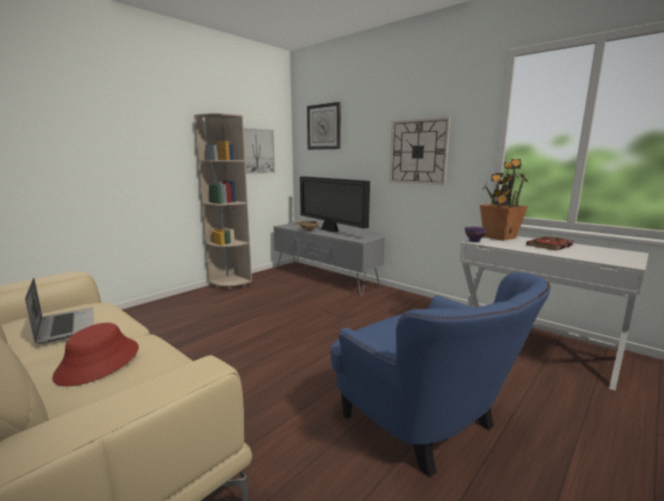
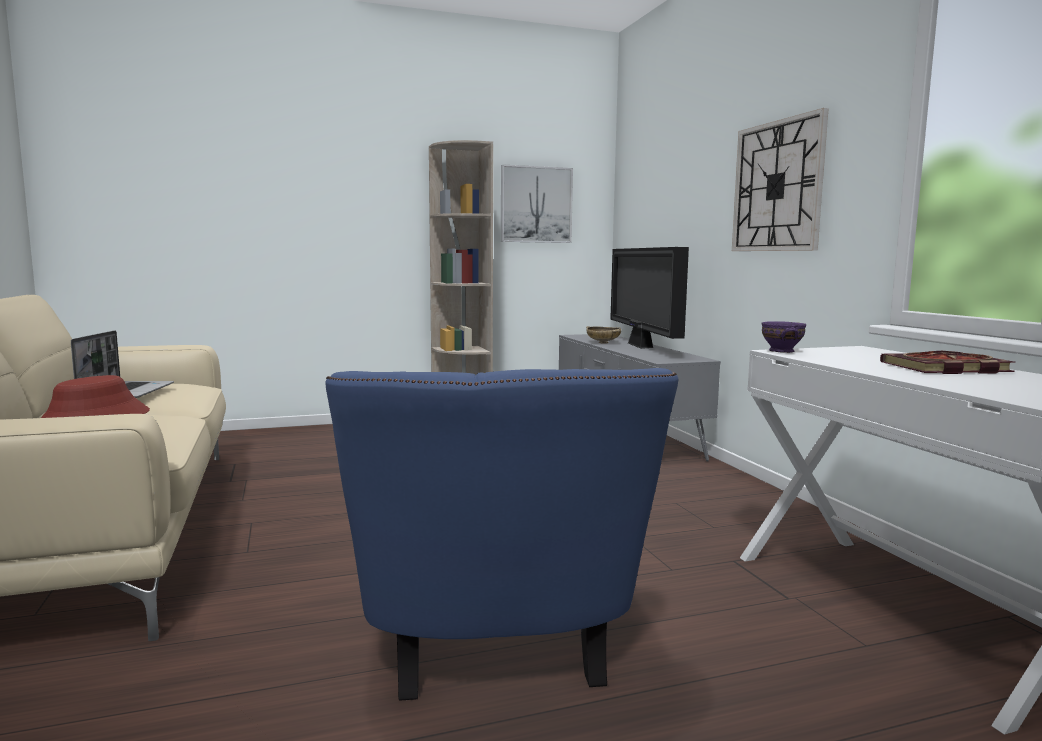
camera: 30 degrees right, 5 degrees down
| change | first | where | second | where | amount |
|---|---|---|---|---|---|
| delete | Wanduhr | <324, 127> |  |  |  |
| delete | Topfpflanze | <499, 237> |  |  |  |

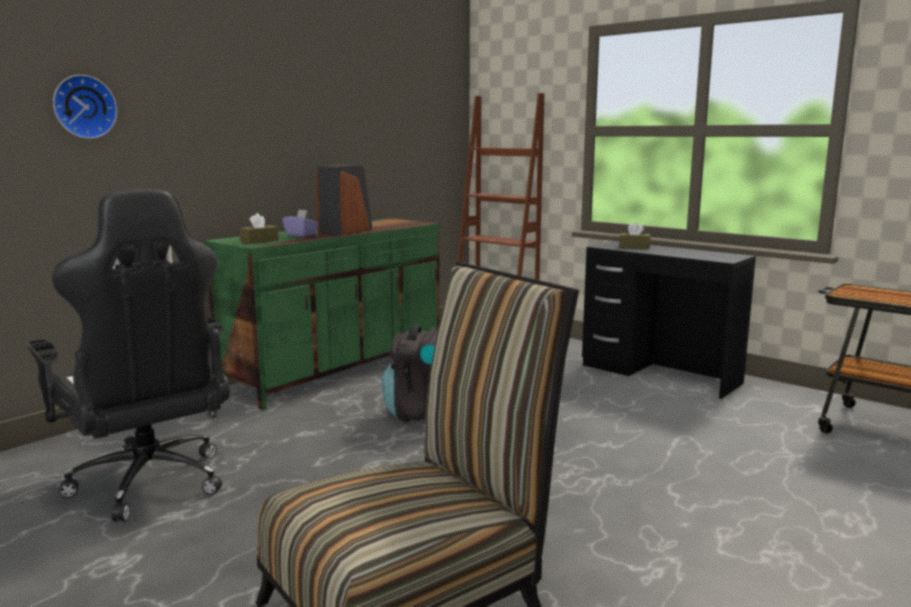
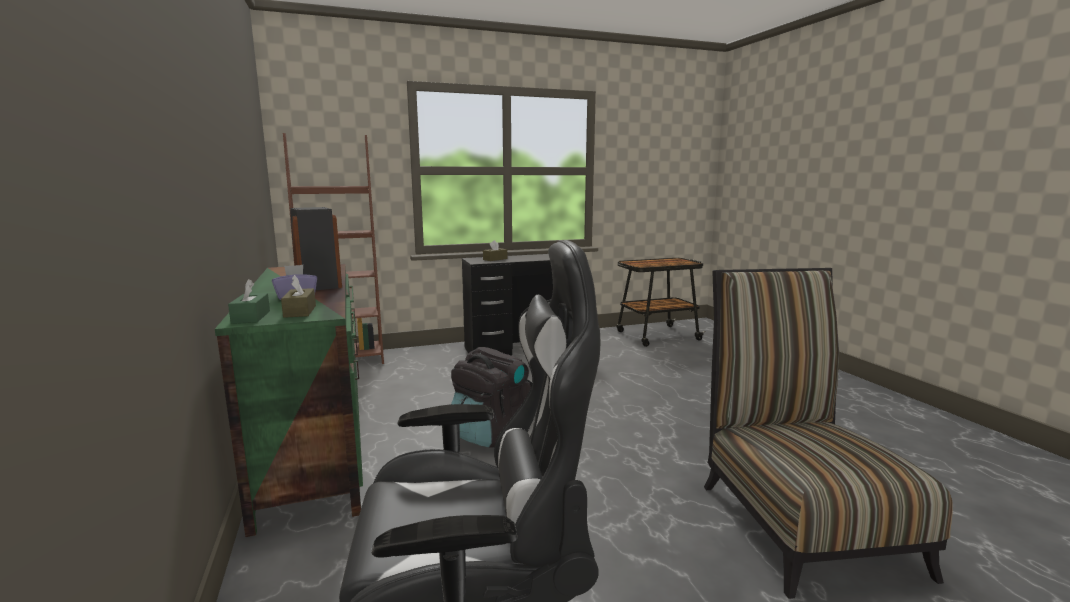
camera: 60 degrees left, 0 degrees up
| change | first | where | second | where | amount |
|---|---|---|---|---|---|
| delete | Wanduhr | <83, 107> |  |  |  |
| insert |  |  | Taschentuchbox (grün) | <251, 317> |  |

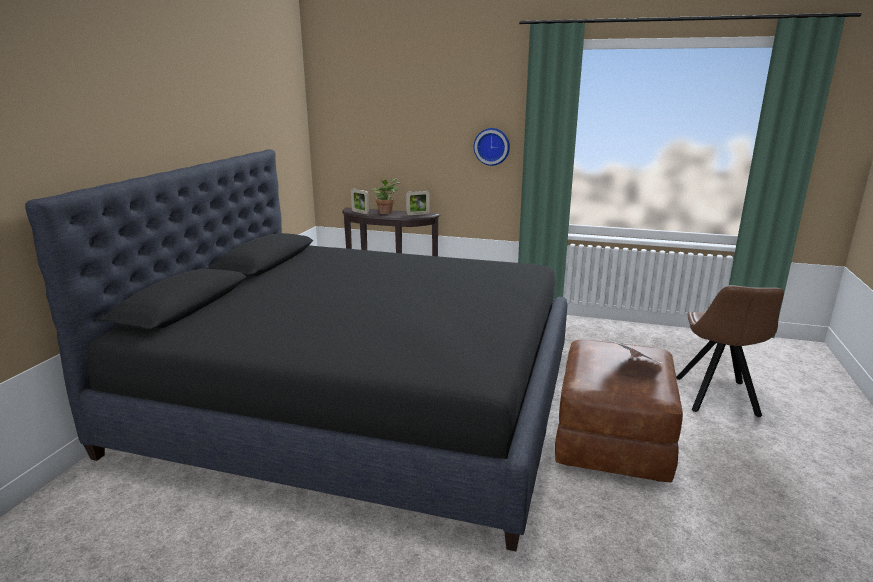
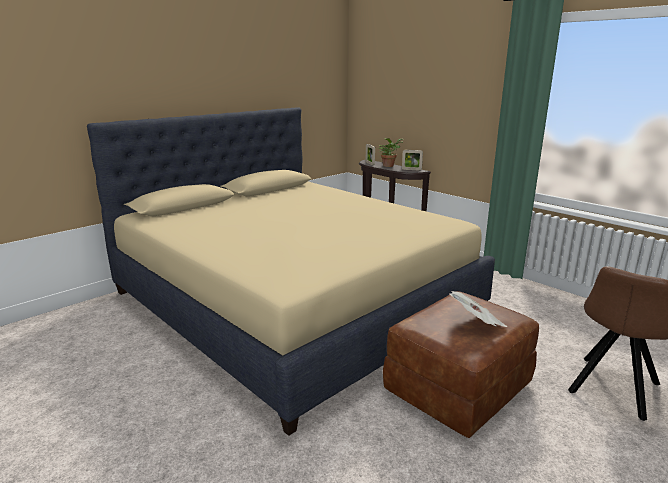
camera: 30 degrees right, 0 degrees up
| change | first | where | second | where | amount |
|---|---|---|---|---|---|
| delete | Wanduhr | <492, 146> |  |  |  |
| recolor | Bett (schwarz) | <360, 399> | Bett (beige) | <294, 301> |  |

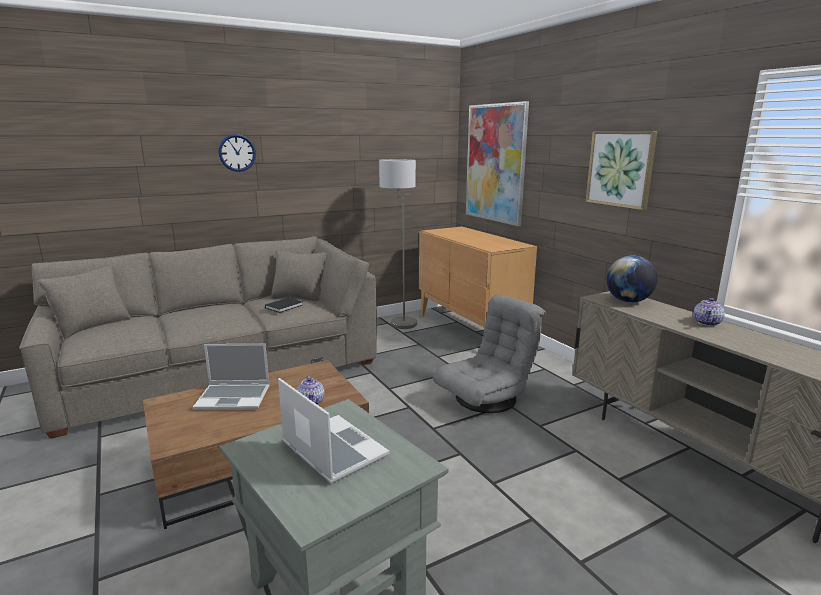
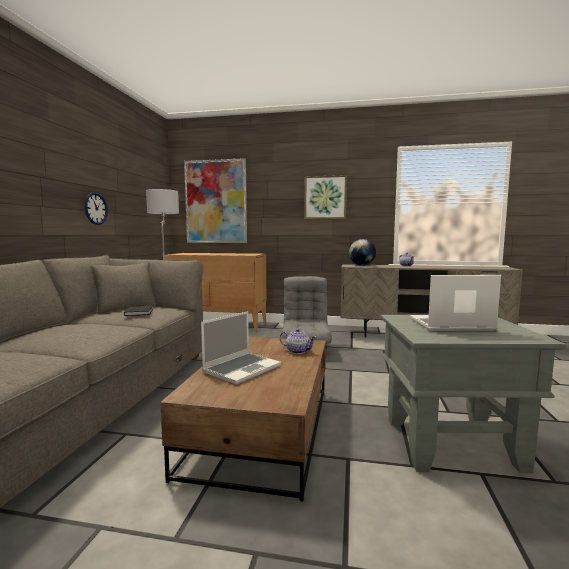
camera: 50 degrees left, 10 degrees down
| change | first | where | second | where | amount |
|---|---|---|---|---|---|
| move | Wanduhr | <237, 153> |  | <96, 208> |  |

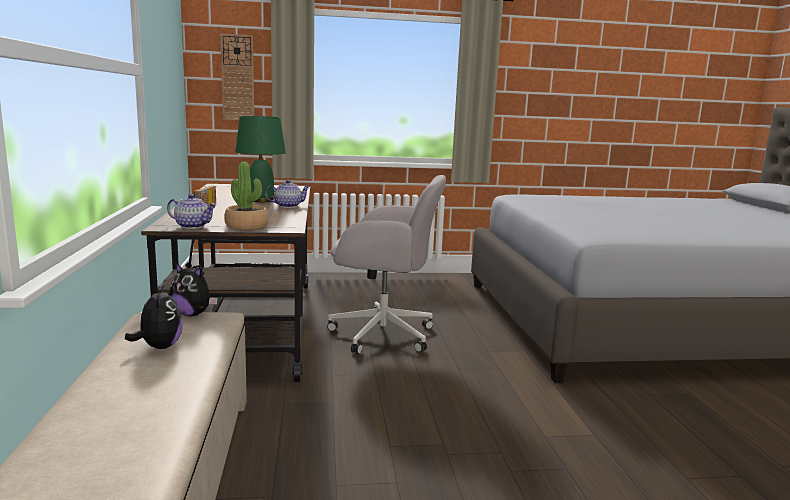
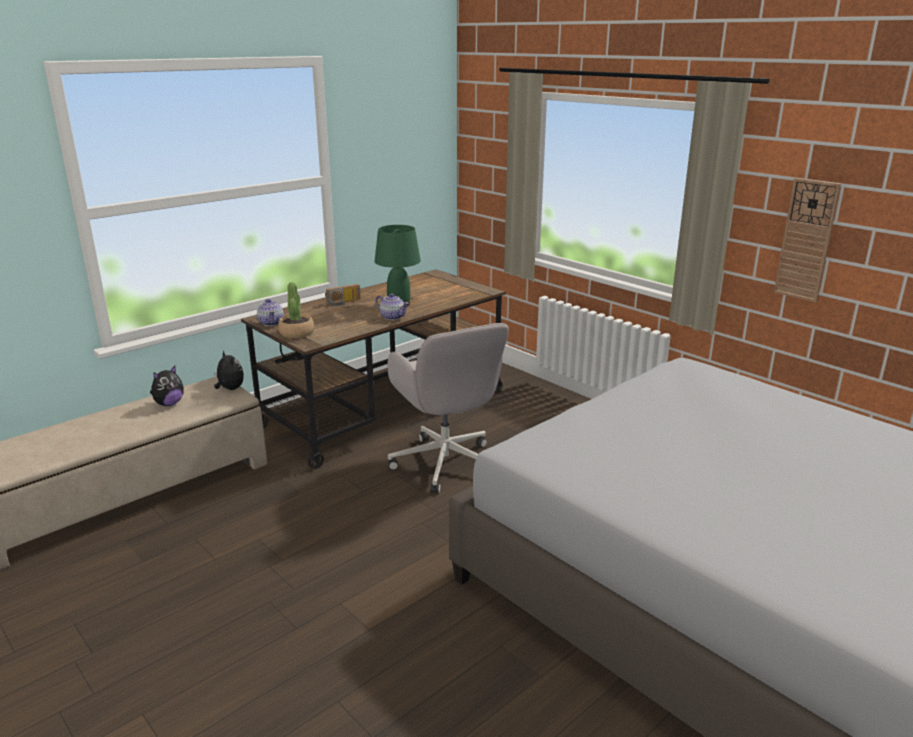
camera: 55 degrees right, 10 degrees up
| change | first | where | second | where | amount |
|---|---|---|---|---|---|
| move | Wanduhr | <237, 78> |  | <806, 240> |  |
| rotate | Plüschtier | <193, 314> |  | <230, 389> | 150 degrees clockwise |

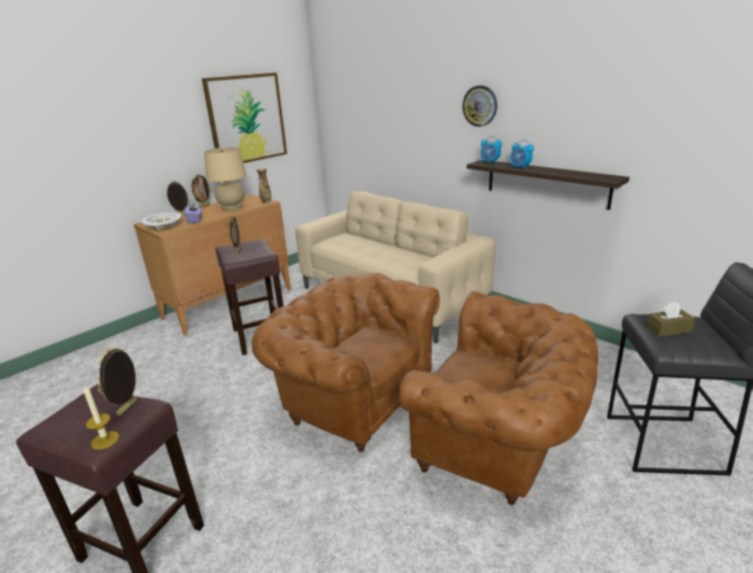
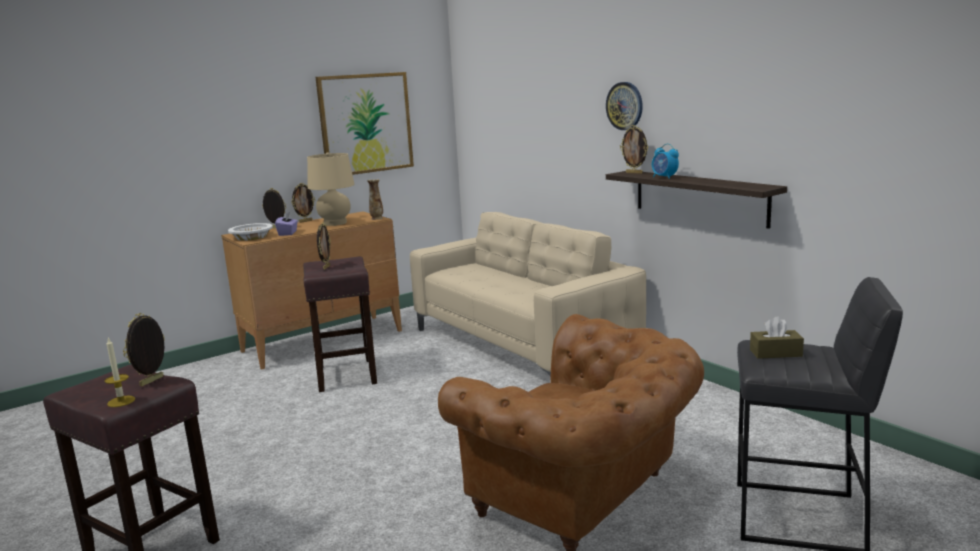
camera: 10 degrees right, 10 degrees down
| change | first | where | second | where | amount |
|---|---|---|---|---|---|
| replace | Wecker | <489, 163> | Bilderrahmen | <634, 173> |  |
| delete | Sessel (braun) | <352, 399> |  |  |  |

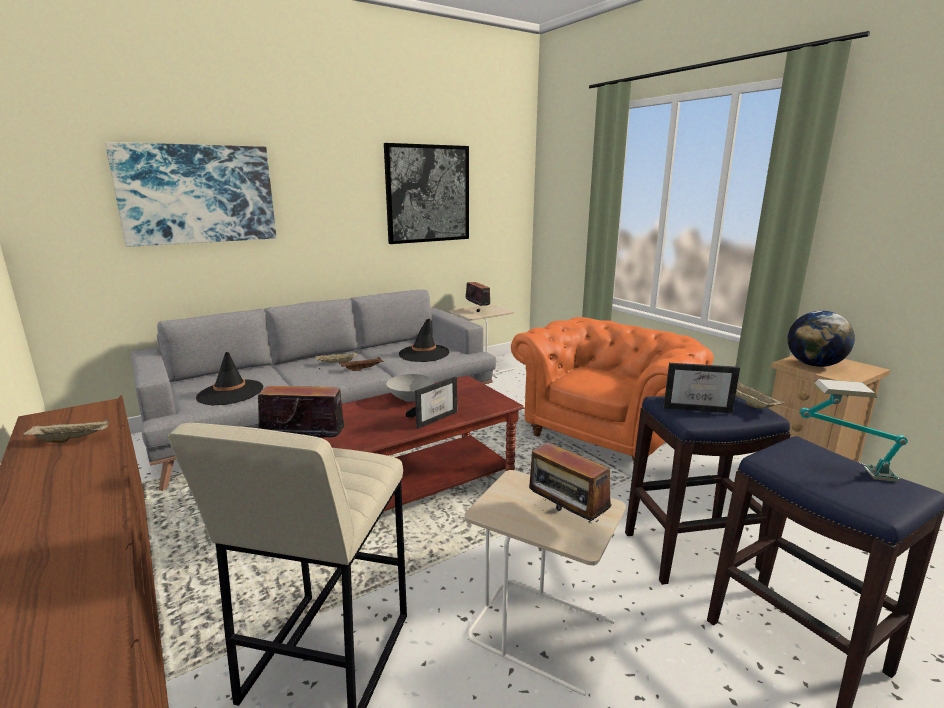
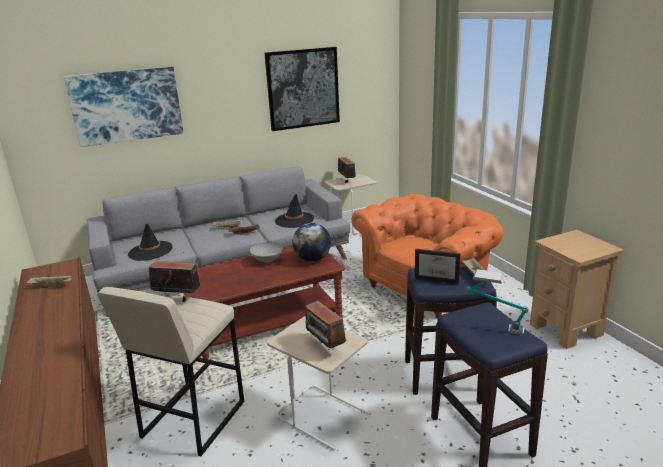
camera: 10 degrees right, 5 degrees up
| change | first | where | second | where | amount |
|---|---|---|---|---|---|
| move | Globus | <814, 365> |  | <313, 259> |  |
| delete | Bilderrahmen | <434, 418> |  |  |  |

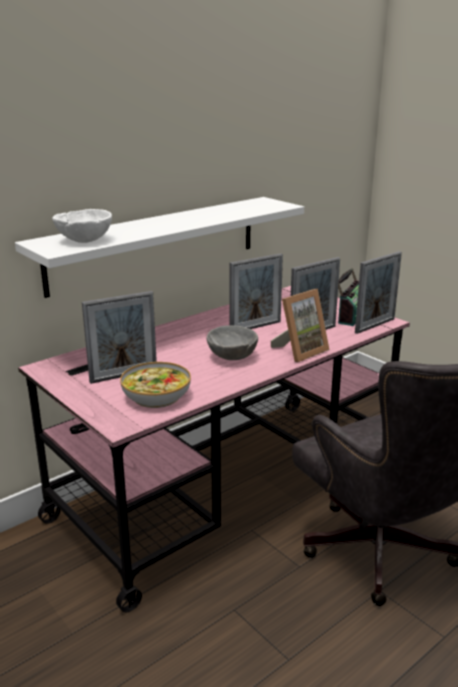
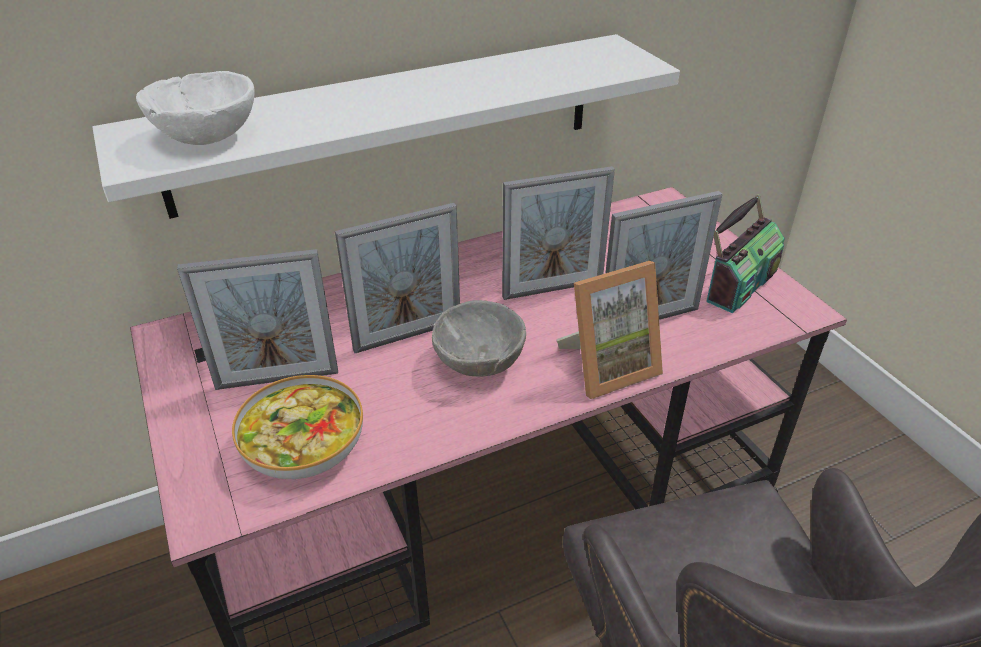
camera: 15 degrees right, 15 degrees up
| change | first | where | second | where | amount |
|---|---|---|---|---|---|
| move | Bilderrahmen | <375, 326> |  | <408, 335> |  |

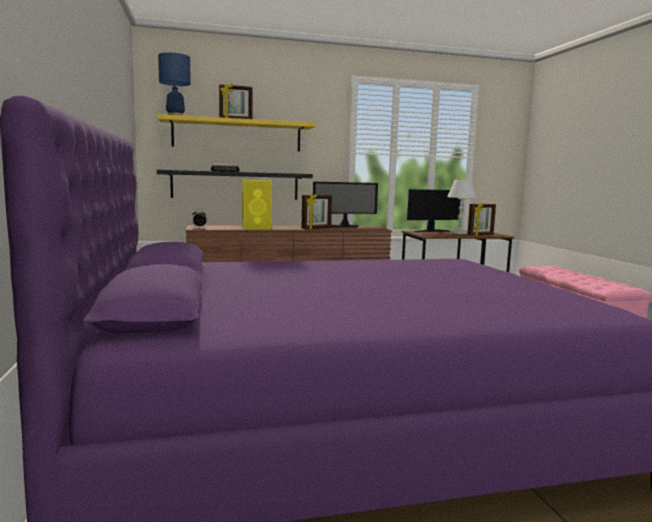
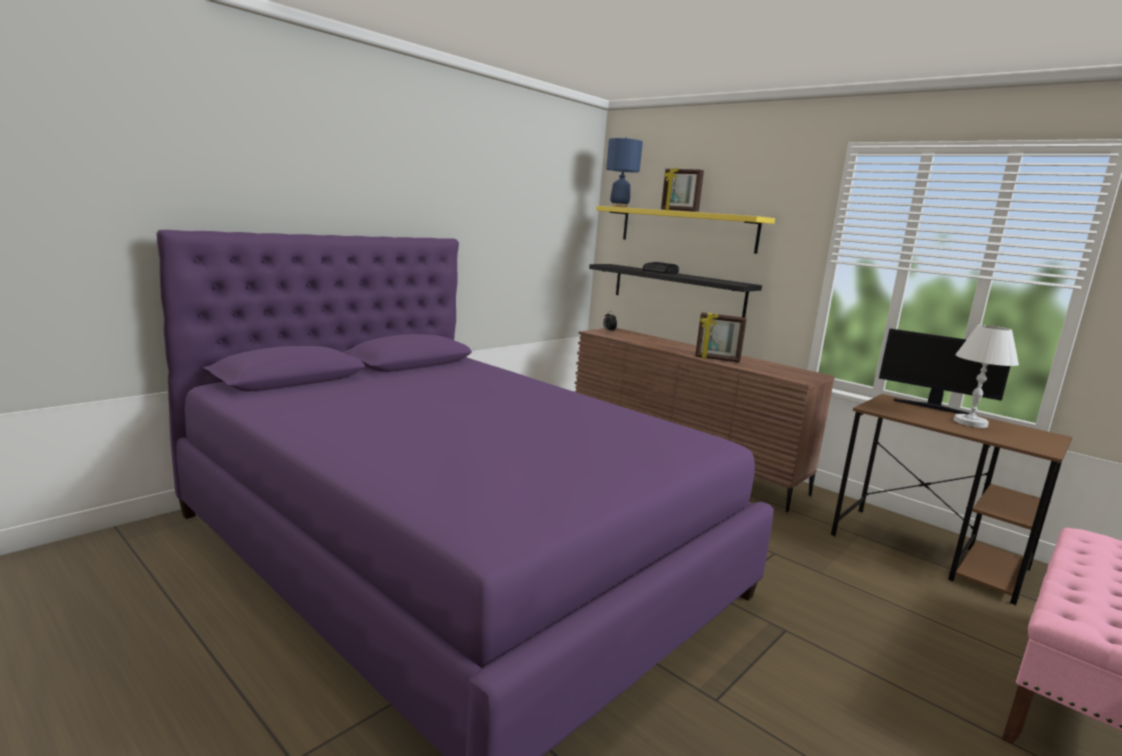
camera: 55 degrees right, 5 degrees up
| change | first | where | second | where | amount |
|---|---|---|---|---|---|
| delete | Lautsprecher (gelb) | <257, 228> |  |  |  |
| delete | Monitor | <344, 226> |  |  |  |
| delete | Bilderrahmen | <480, 235> |  |  |  |

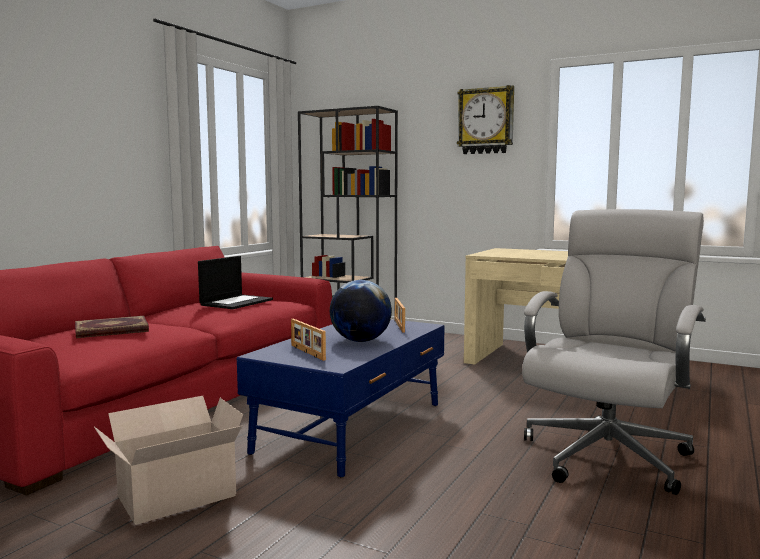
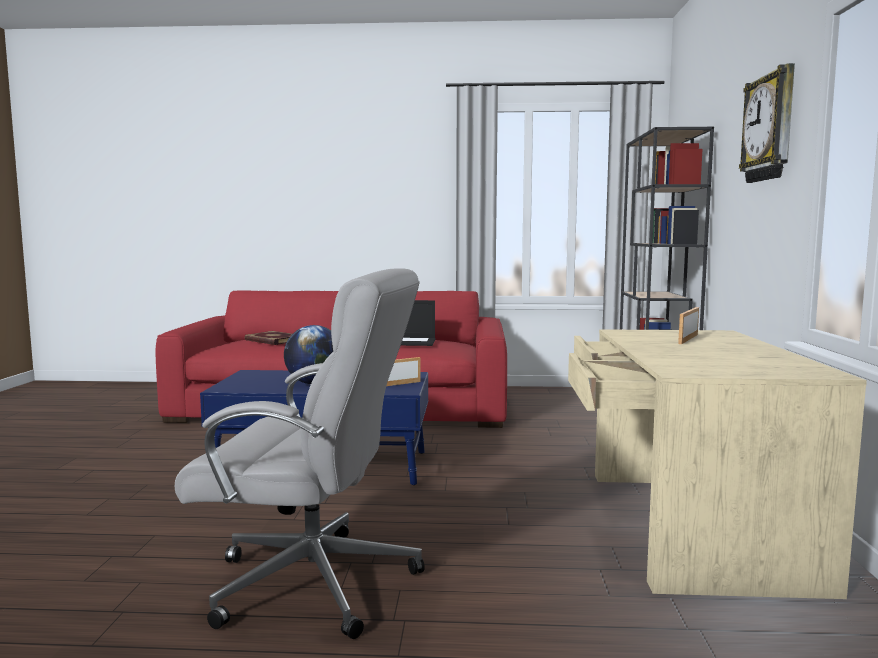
camera: 65 degrees right, 0 degrees up
| change | first | where | second | where | amount |
|---|---|---|---|---|---|
| move | Bilderrahmen | <306, 352> |  | <687, 339> |  |
| delete | Karton | <173, 497> |  |  |  |

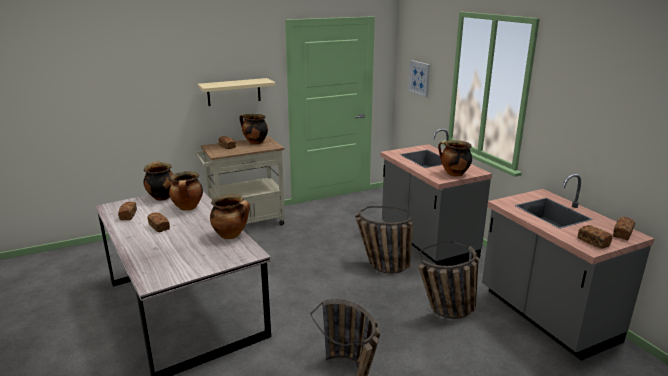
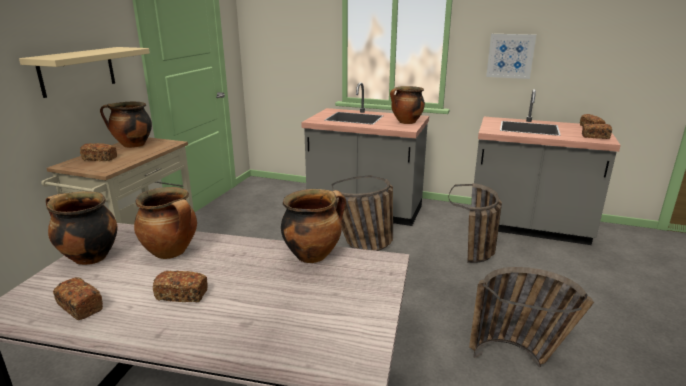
camera: 45 degrees left, 0 degrees up
| change | first | where | second | where | amount |
|---|---|---|---|---|---|
| move | Bild | <419, 78> |  | <510, 56> |  |

